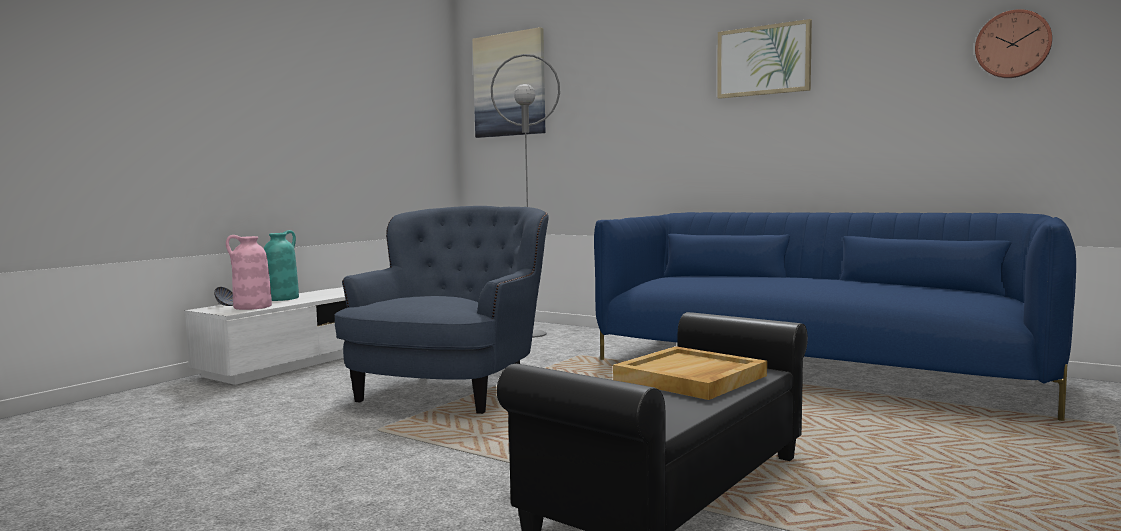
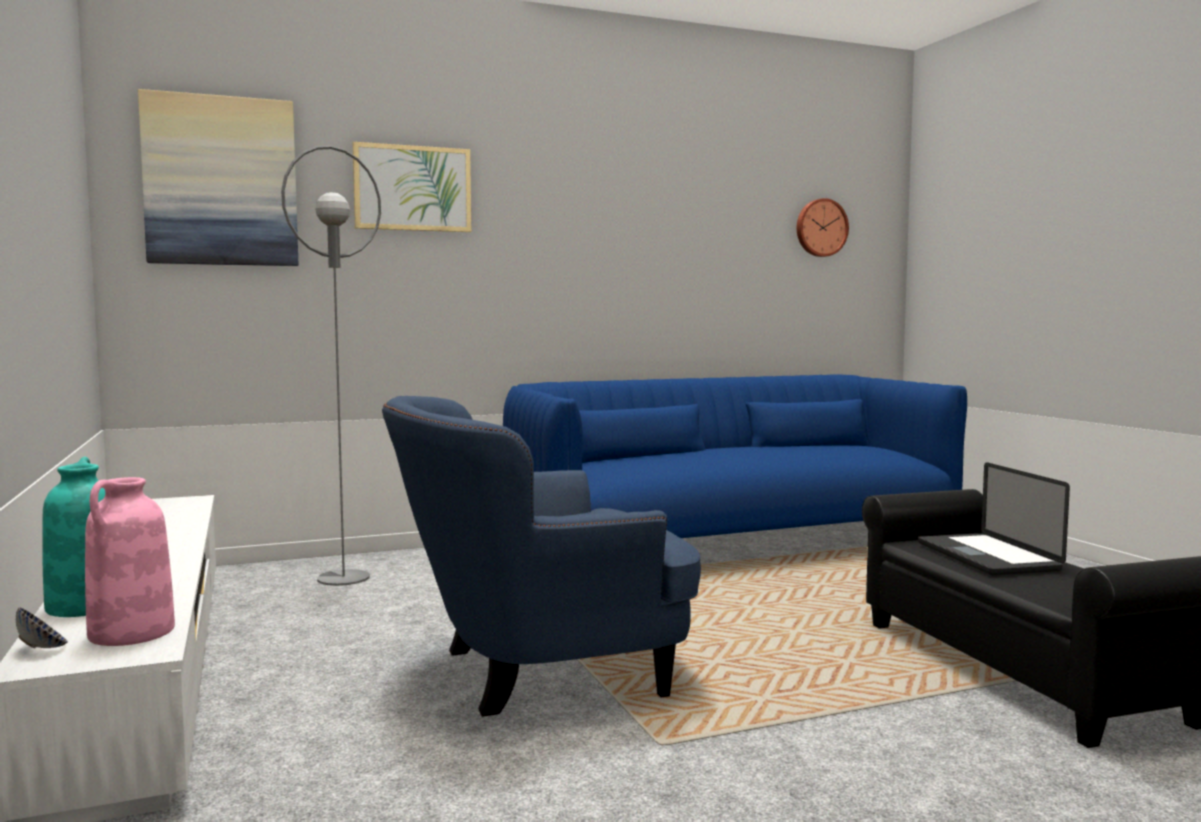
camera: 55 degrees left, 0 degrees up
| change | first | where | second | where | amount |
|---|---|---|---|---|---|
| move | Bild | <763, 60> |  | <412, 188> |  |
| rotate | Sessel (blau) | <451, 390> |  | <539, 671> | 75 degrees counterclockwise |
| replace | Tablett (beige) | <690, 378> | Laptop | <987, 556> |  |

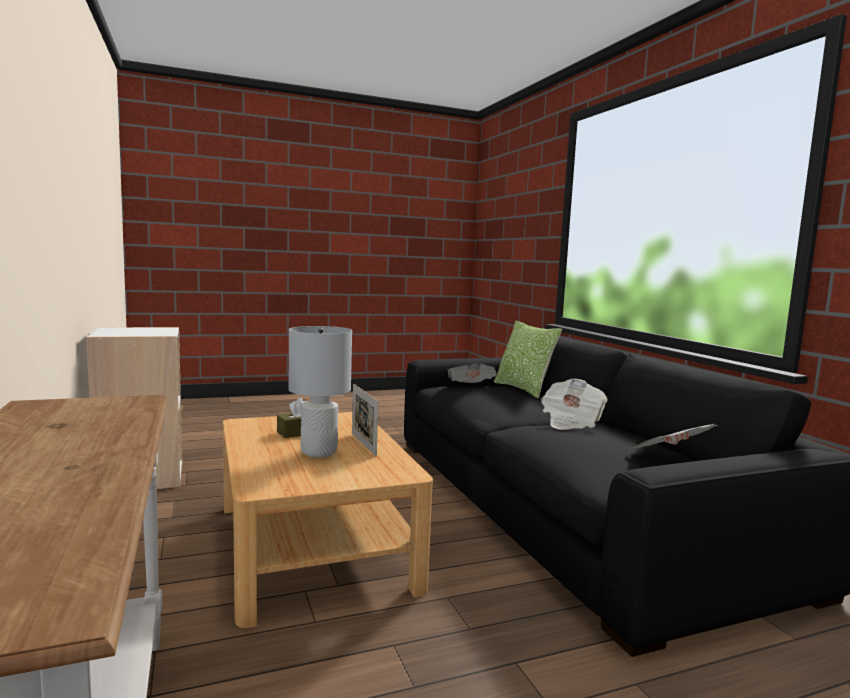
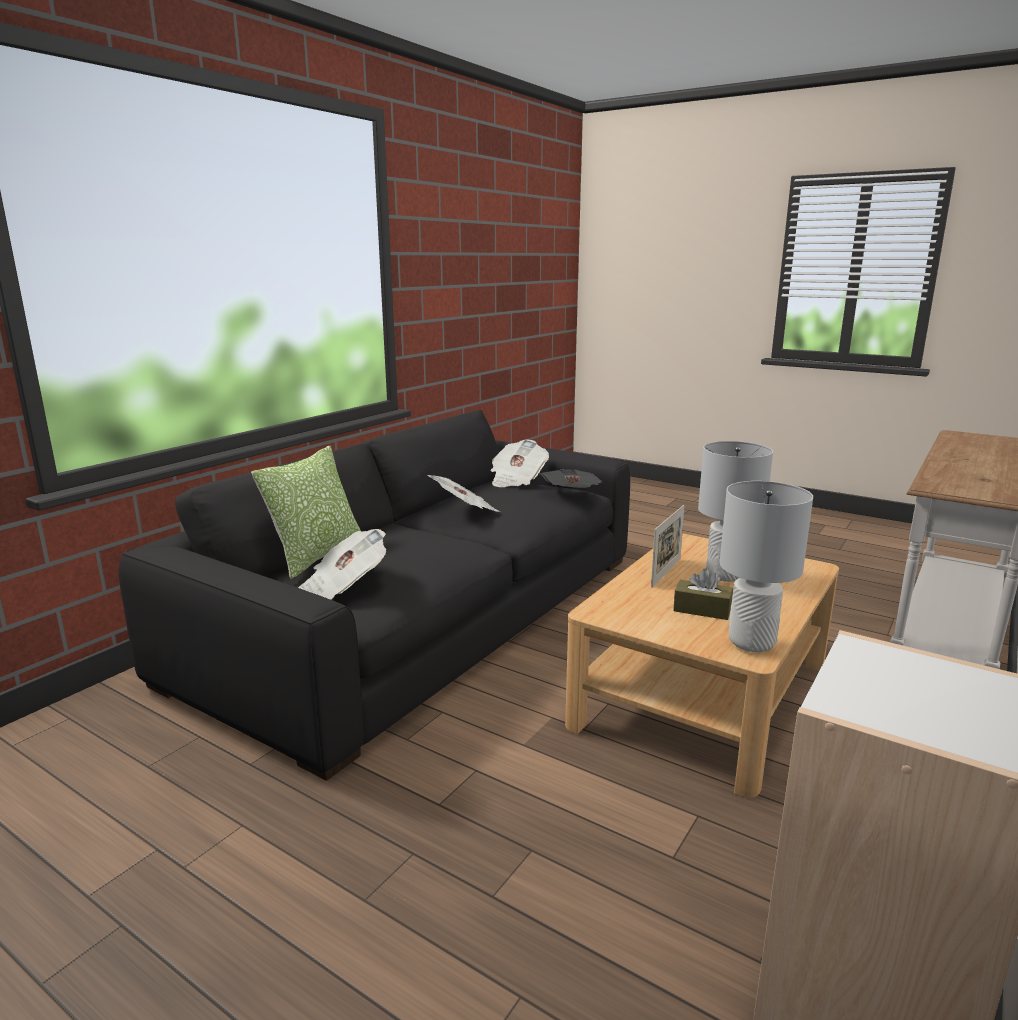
camera: 125 degrees left, 10 degrees up
| change | first | where | second | where | amount |
|---|---|---|---|---|---|
| insert |  |  | Zeitung | <571, 496> |  |
| insert |  |  | Tischlampe (grau) | <750, 645> |  |

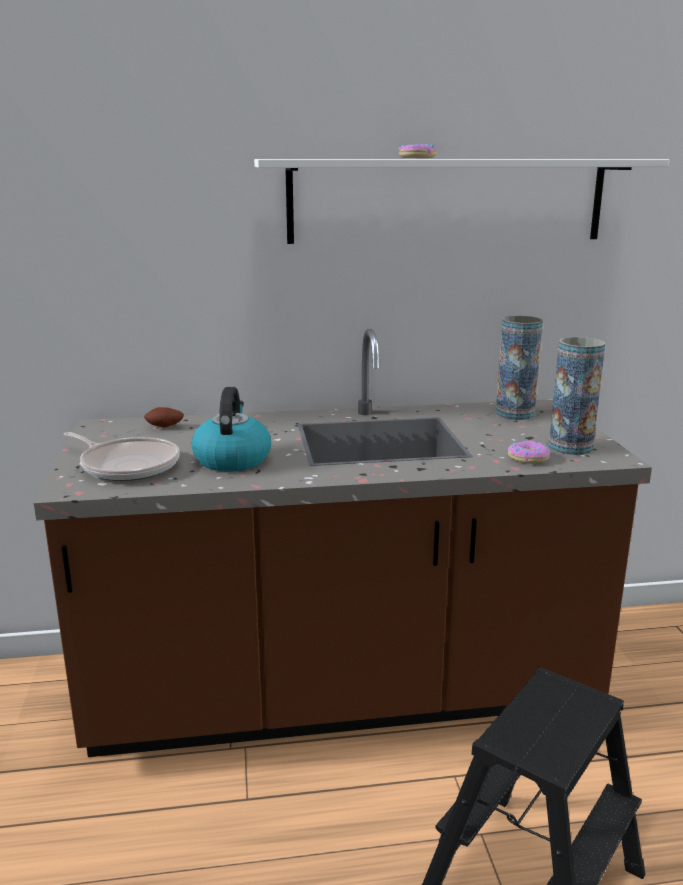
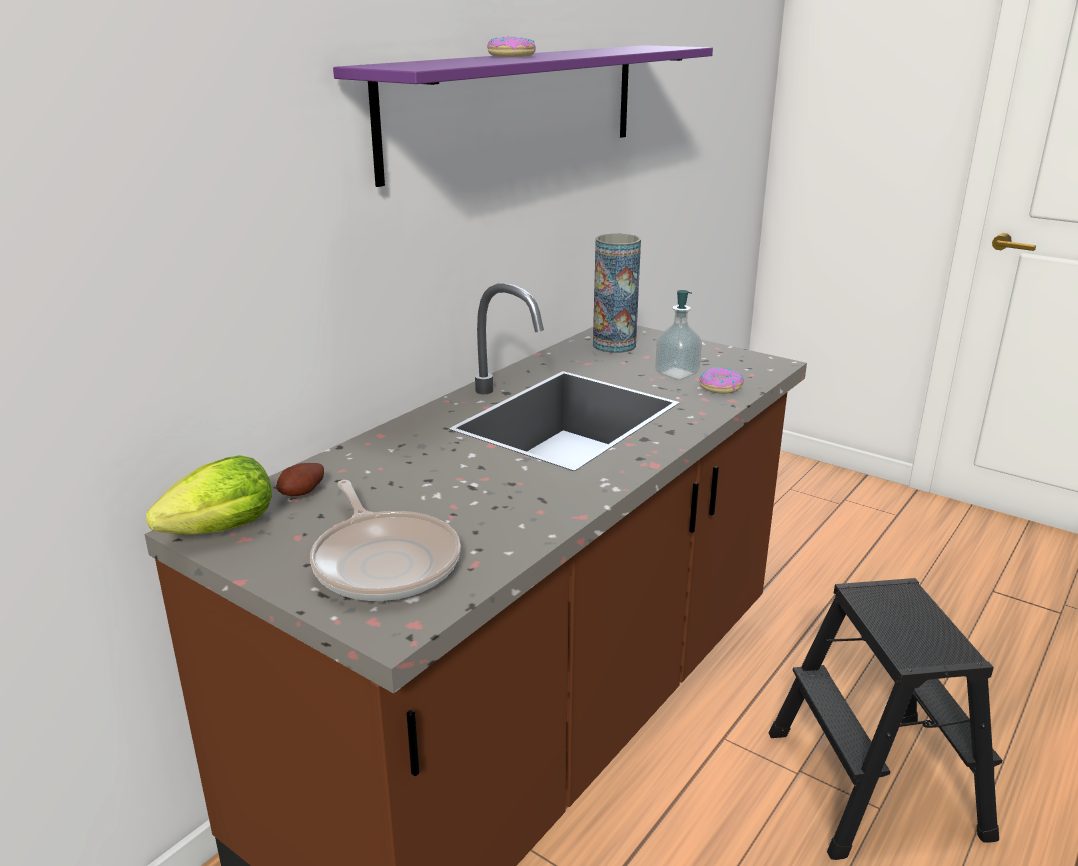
camera: 45 degrees left, 5 degrees up
| change | first | where | second | where | amount |
|---|---|---|---|---|---|
| recolor | Wandregal (weiß) | <447, 200> | Wandregal (lila) | <518, 107> |  |
| delete | Vase | <570, 447> |  |  |  |
| delete | Wasserkessel | <232, 459> |  |  |  |
| rotate | Pfanne | <127, 465> |  | <385, 562> | 75 degrees clockwise |
| insert |  |  | Seifenspender | <677, 373> |  |
| insert |  |  | Salatkopf | <215, 533> |  |

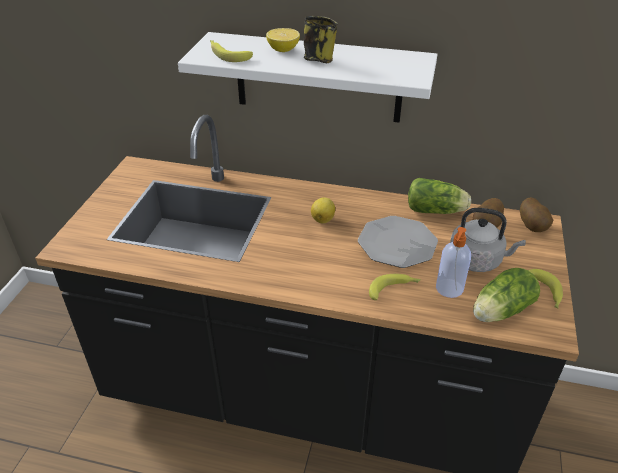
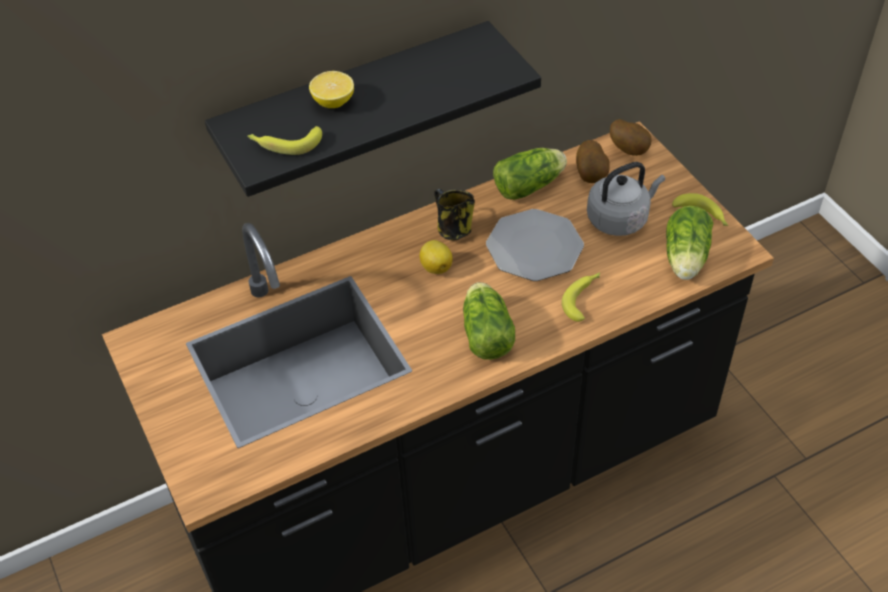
camera: 40 degrees left, 10 degrees up
| change | first | where | second | where | amount |
|---|---|---|---|---|---|
| move | Henkelbecher | <318, 59> |  | <452, 229> |  |
| recolor | Wandregal (weiß) | <318, 78> | Wandregal (schwarz) | <356, 107> |  |
| delete | Seifenspender | <449, 289> |  |  |  |
| insert |  |  | Salatkopf | <486, 332> |  |

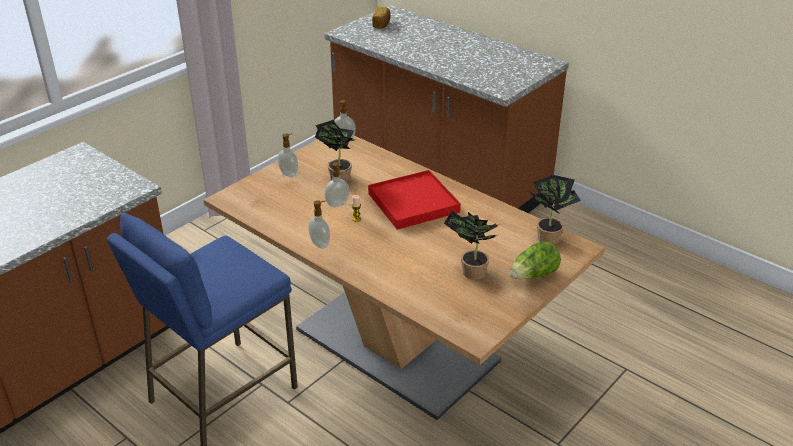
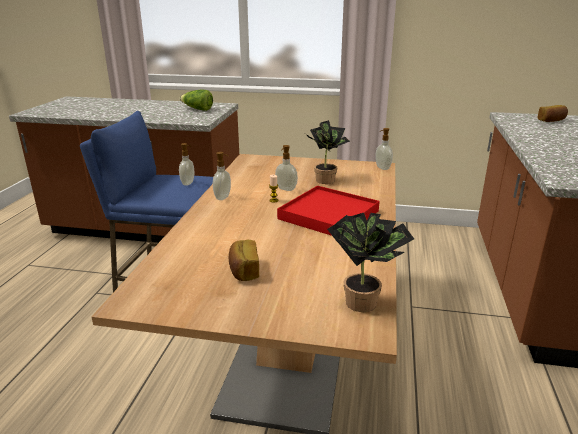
camera: 60 degrees right, 10 degrees down
| change | first | where | second | where | amount |
|---|---|---|---|---|---|
| move | Seifenspender | <289, 174> |  | <188, 183> |  |
| replace | Topfpflanze | <470, 272> | Brot | <243, 270> |  |
| move | Salatkopf | <533, 275> |  | <197, 109> |  |

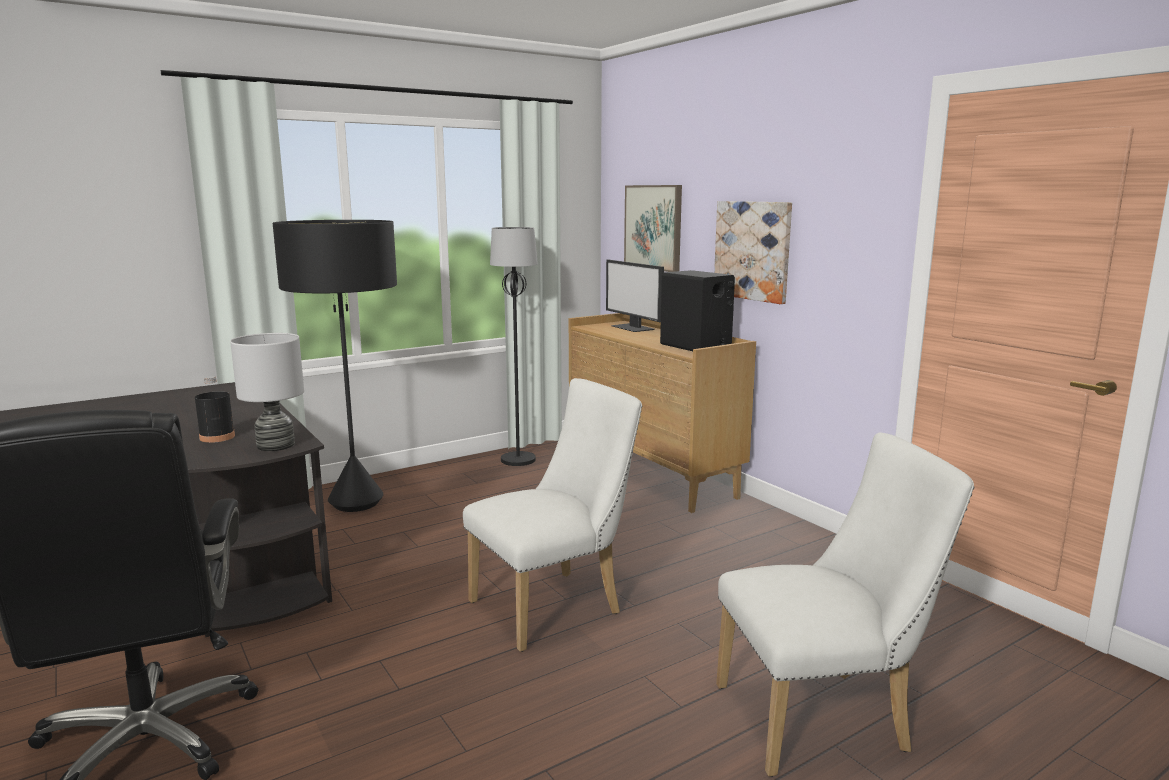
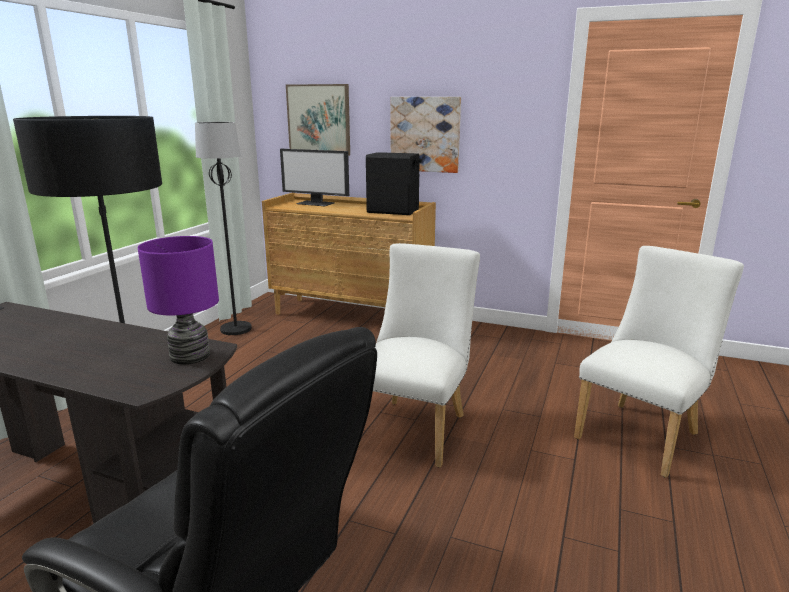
camera: 35 degrees left, 5 degrees up
| change | first | where | second | where | amount |
|---|---|---|---|---|---|
| recolor | Tischlampe (grau) | <276, 445> | Tischlampe (lila) | <190, 356> |  |
| delete | Flasche (schwarz) | <217, 437> |  |  |  |

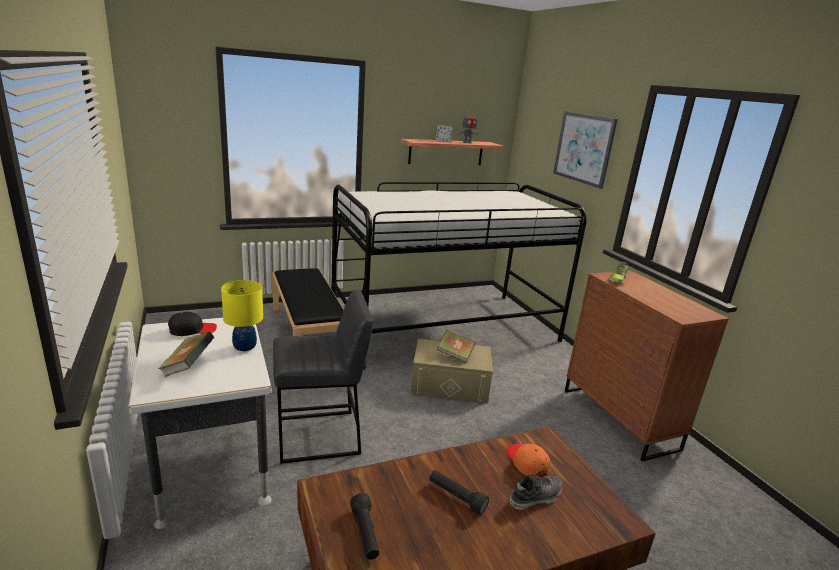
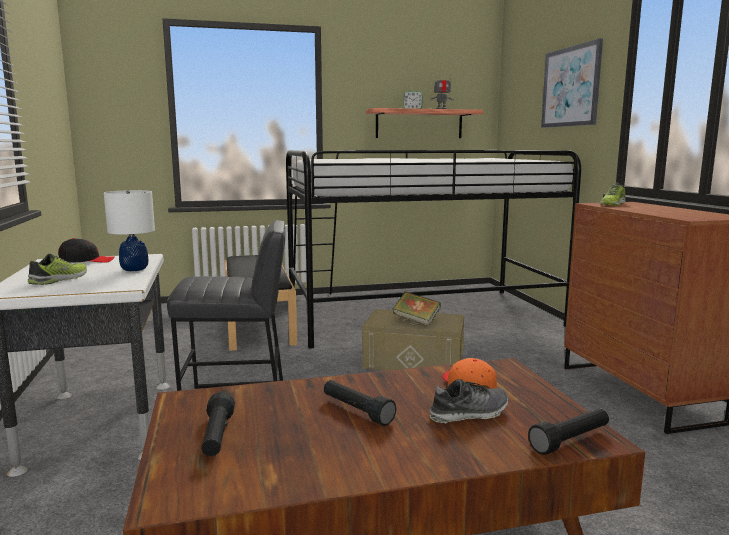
camera: 10 degrees right, 10 degrees down
| change | first | where | second | where | amount |
|---|---|---|---|---|---|
| recolor | Tischlampe (gelb) | <244, 347> | Tischlampe (weiß) | <134, 269> |  |
| replace | Buch | <188, 367> | Schuh | <60, 279> |  |
| insert |  |  | Taschenlampe (schwarz) | <570, 440> |  |

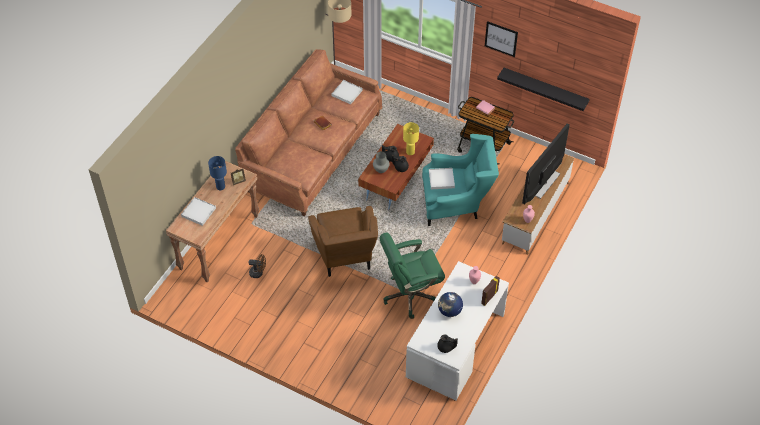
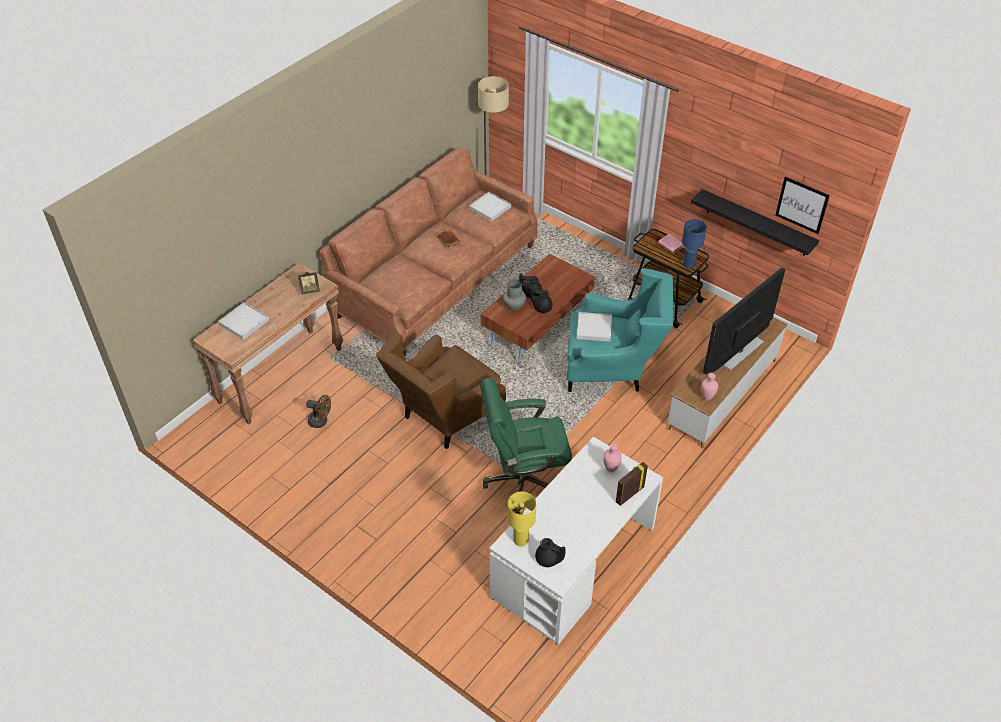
camera: 10 degrees right, 5 degrees down
| change | first | where | second | where | amount |
|---|---|---|---|---|---|
| move | Bild | <501, 39> |  | <802, 205> |  |
| move | Tischlampe (gelb) | <410, 152> |  | <521, 540> |  |
| move | Tischlampe (blau) | <220, 187> |  | <688, 265> |  |
| rotate | Sessel (braun) | <345, 257> |  | <445, 418> | 45 degrees clockwise |
| delete | Globus | <449, 311> |  |  |  |

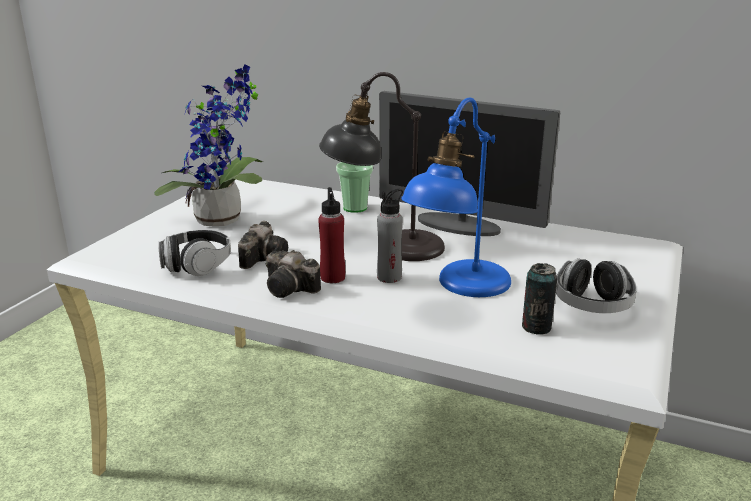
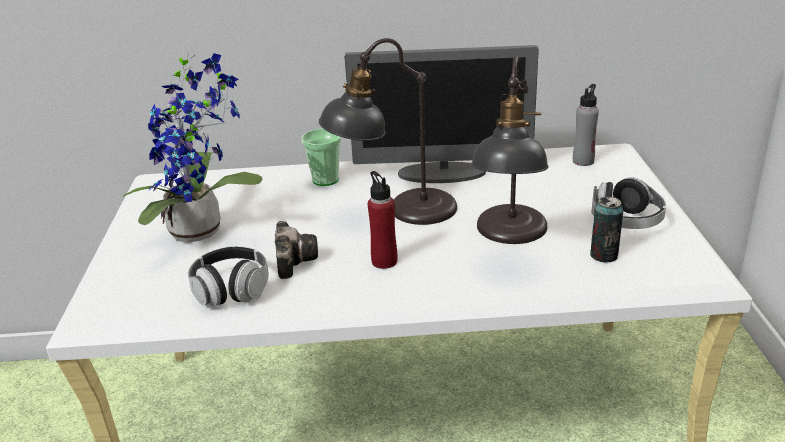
camera: 25 degrees left, 5 degrees up
| change | first | where | second | where | amount |
|---|---|---|---|---|---|
| recolor | Tischlampe (blau) | <458, 292> | Tischlampe (grau) | <510, 242> |  |
| move | Flasche (grau) | <389, 277> |  | <583, 161> |  |
| delete | Kamera | <291, 289> |  |  |  |

